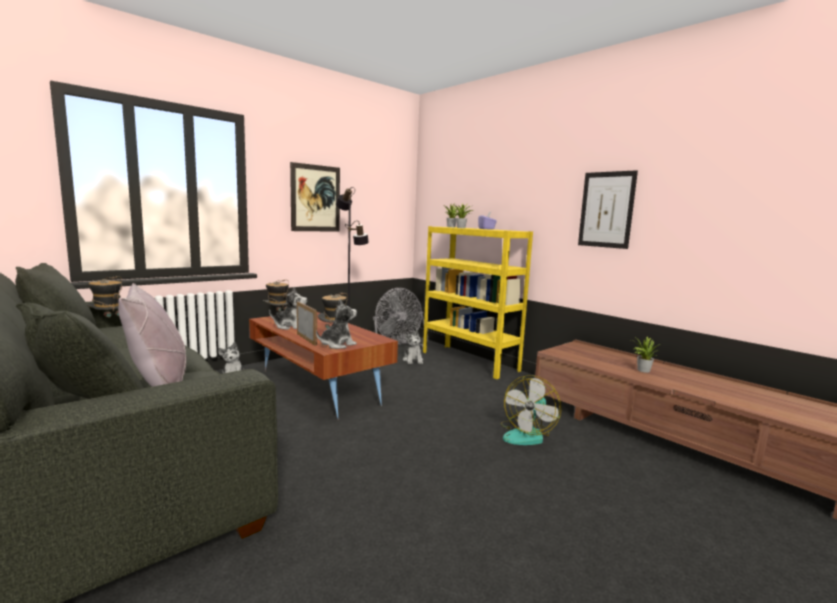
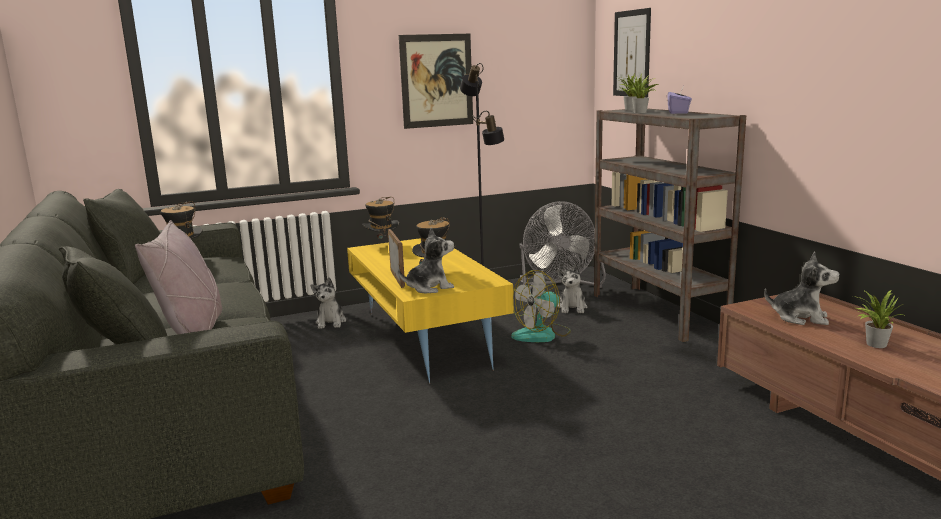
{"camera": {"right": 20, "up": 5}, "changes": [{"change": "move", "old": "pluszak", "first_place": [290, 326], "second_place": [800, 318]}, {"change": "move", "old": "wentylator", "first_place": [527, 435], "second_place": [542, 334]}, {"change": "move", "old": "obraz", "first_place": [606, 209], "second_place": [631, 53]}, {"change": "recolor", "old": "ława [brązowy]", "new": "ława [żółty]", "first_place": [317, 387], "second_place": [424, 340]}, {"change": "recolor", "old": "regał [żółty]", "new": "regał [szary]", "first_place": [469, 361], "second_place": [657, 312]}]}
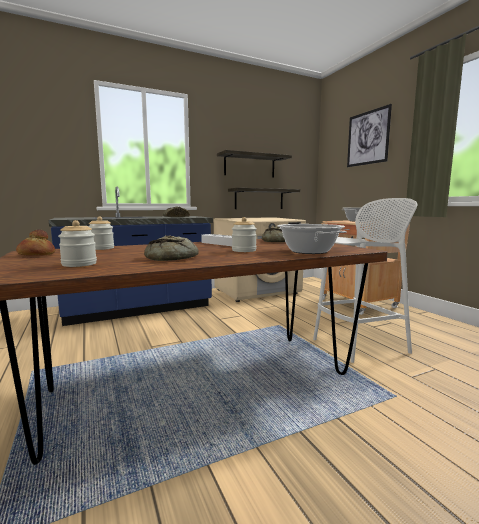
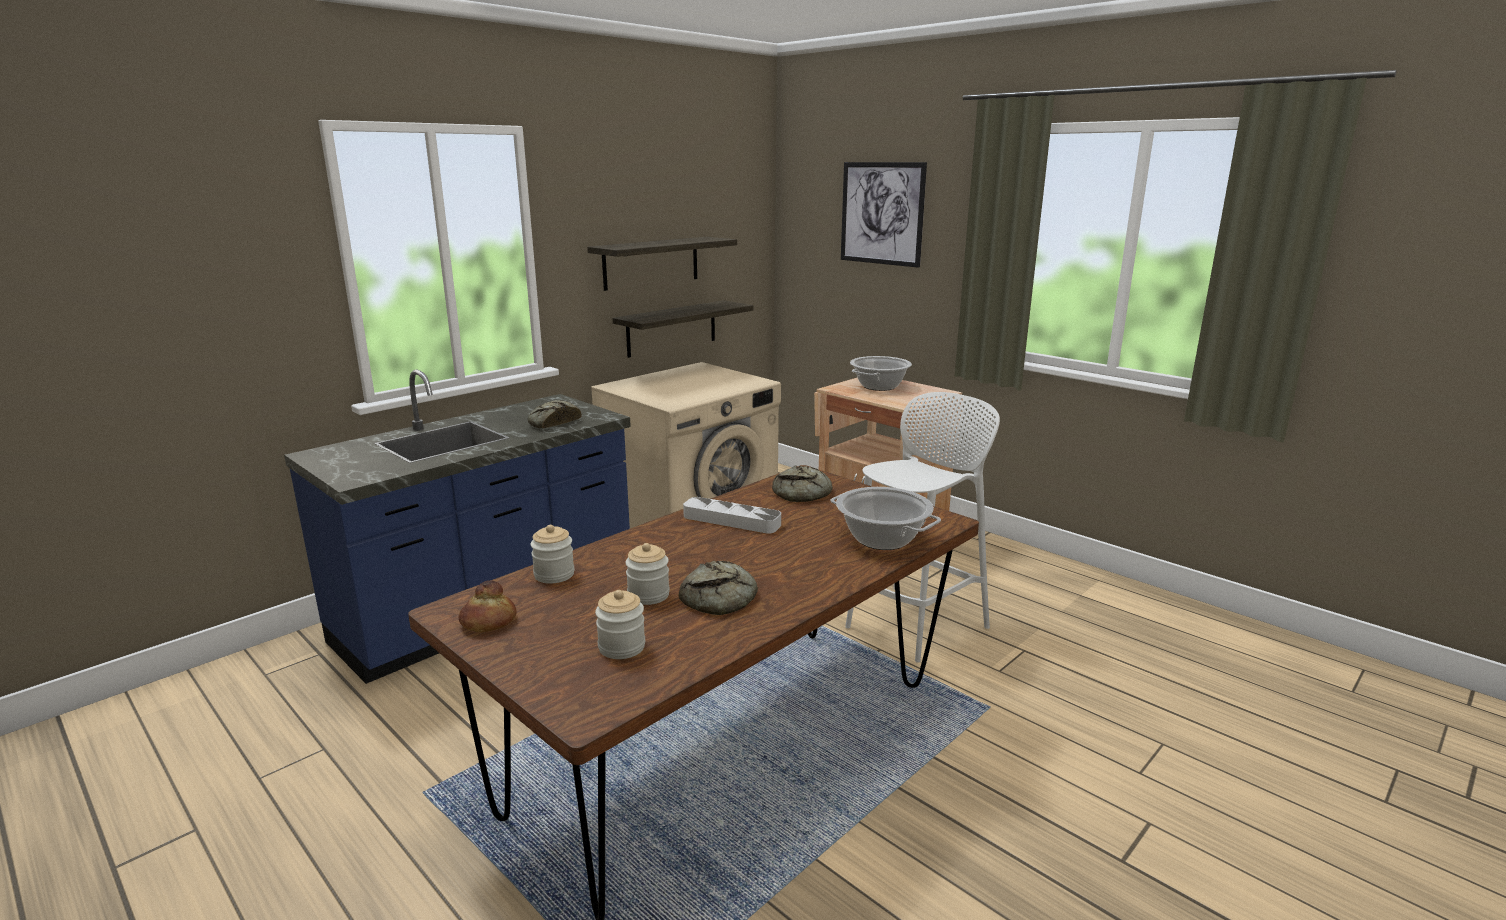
{"camera": {"right": -20, "up": 10}, "changes": [{"change": "move", "old": "słoik", "first_place": [244, 250], "second_place": [648, 595]}]}
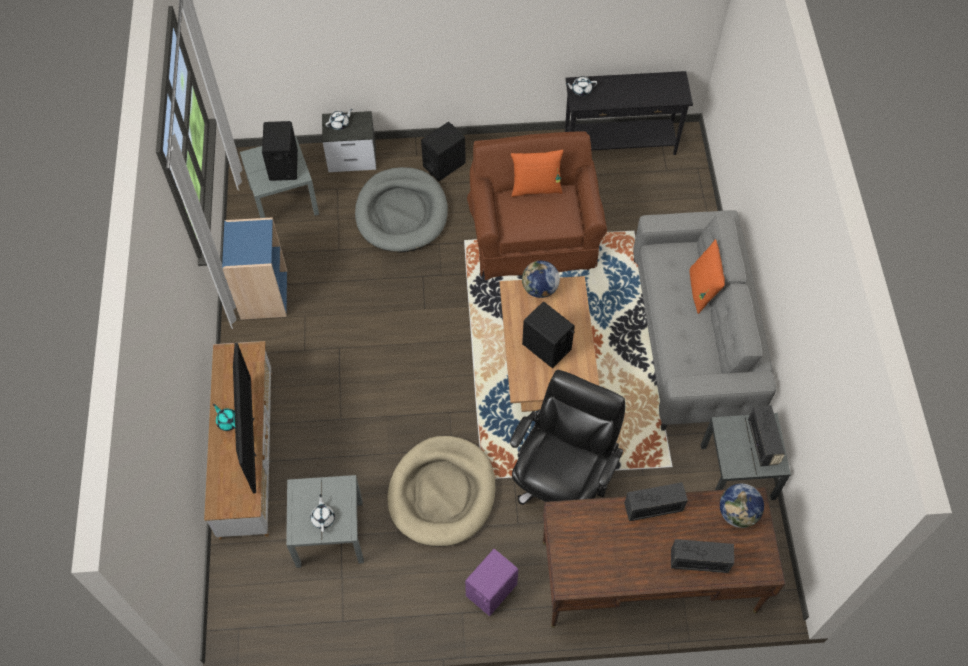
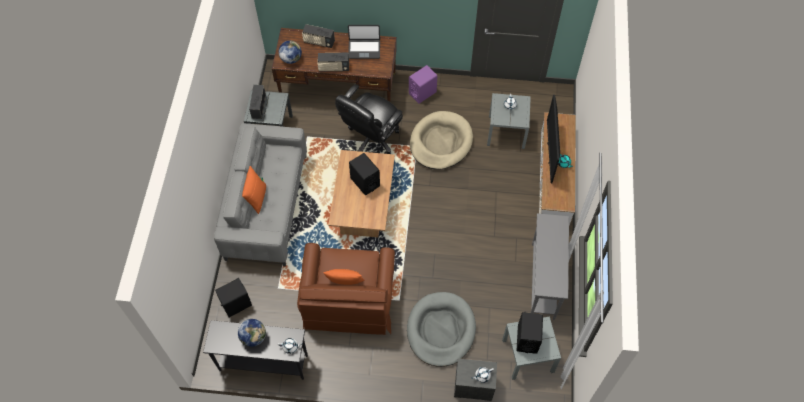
{"camera": {"right": -170, "up": 0}, "changes": [{"change": "insert", "new": "laptop", "second_place": [364, 49]}, {"change": "move", "old": "głośnik [czarny]", "first_place": [444, 165], "second_place": [236, 304]}, {"change": "move", "old": "globus", "first_place": [539, 289], "second_place": [254, 337]}, {"change": "replace", "old": "regał [niebieski]", "new": "stolik konsolowy [szary]", "first_place": [263, 294], "second_place": [543, 281]}]}
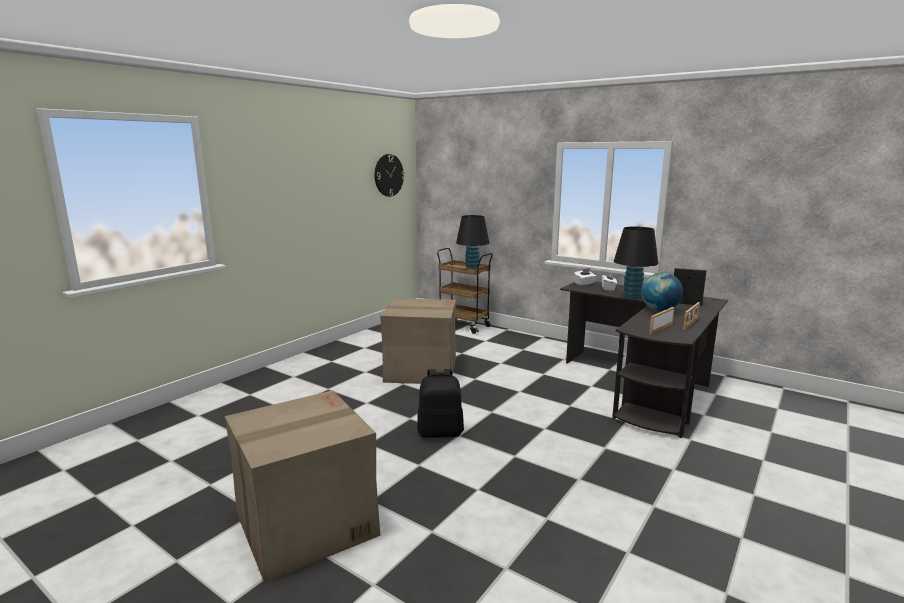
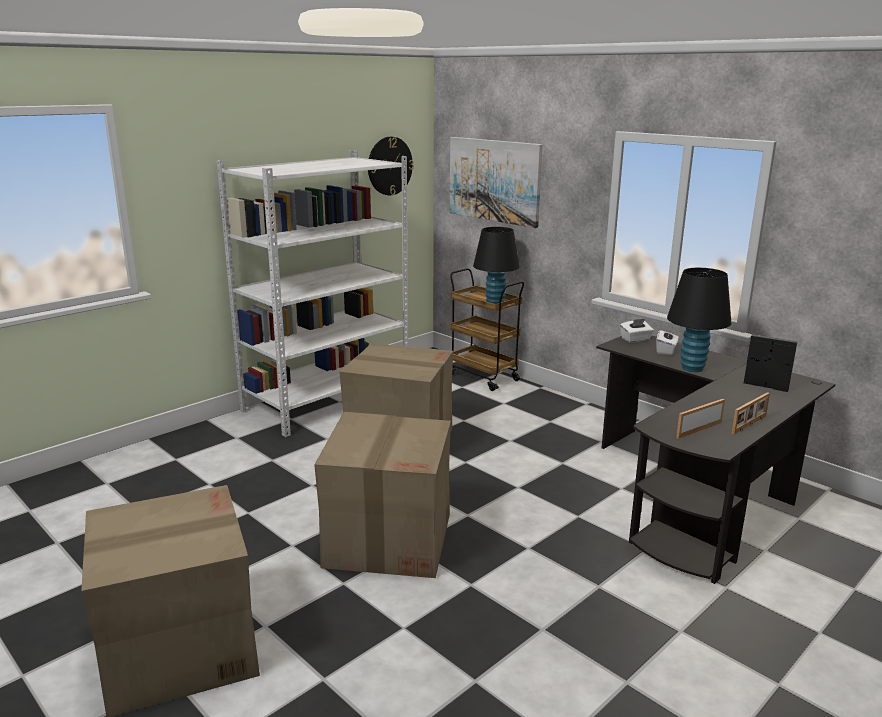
{"camera": {"right": 10, "up": 5}, "changes": [{"change": "delete", "old": "globus", "first_place": [660, 310]}, {"change": "insert", "new": "regał [biały]", "second_place": [327, 401]}, {"change": "insert", "new": "obraz", "second_place": [494, 180]}, {"change": "replace", "old": "plecak [czarny]", "new": "karton", "first_place": [440, 432], "second_place": [389, 538]}]}
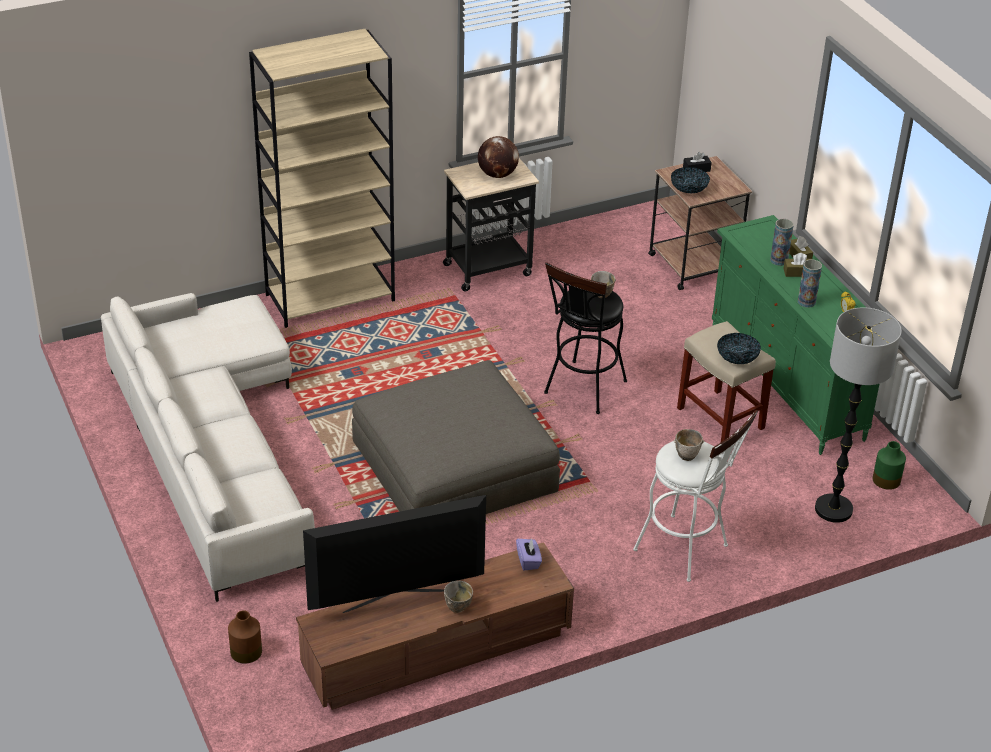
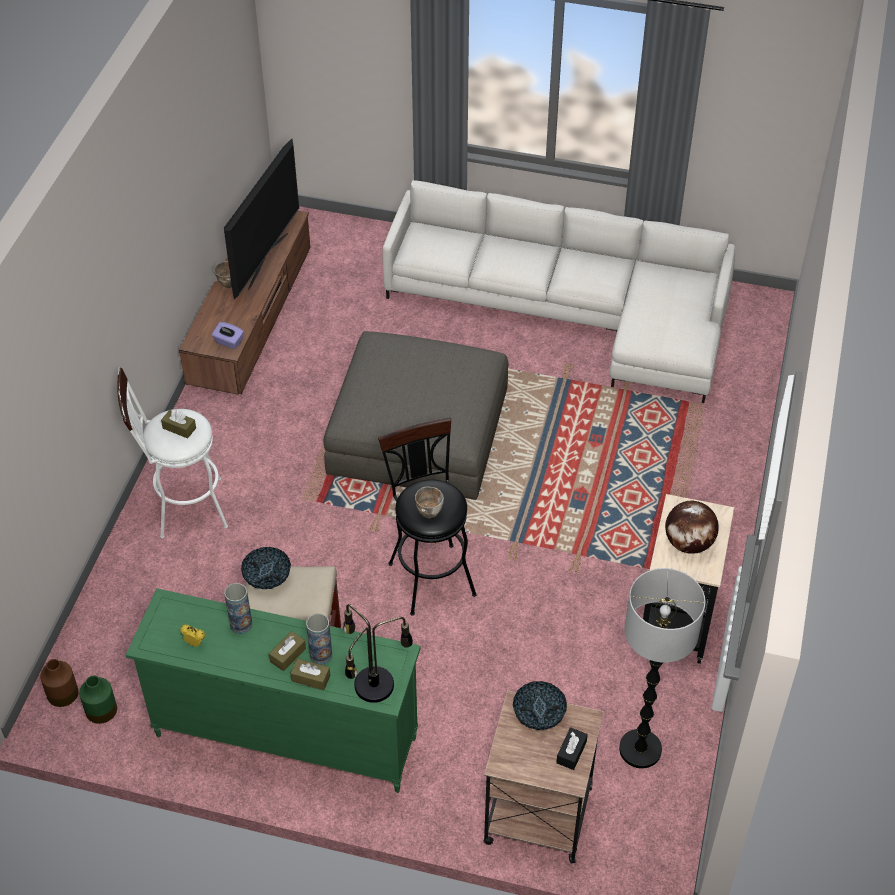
{"camera": {"right": 130, "up": 10}, "changes": [{"change": "delete", "old": "regał [beżowy]", "first_place": [330, 297]}, {"change": "insert", "new": "lampa stołowa", "second_place": [373, 684]}, {"change": "move", "old": "wazon [brązowy]", "first_place": [246, 651], "second_place": [62, 693]}, {"change": "move", "old": "lampa stojąca", "first_place": [833, 509], "second_place": [640, 750]}, {"change": "replace", "old": "miska", "new": "pudełko chusteczek [brązowy]", "first_place": [688, 456], "second_place": [179, 428]}]}
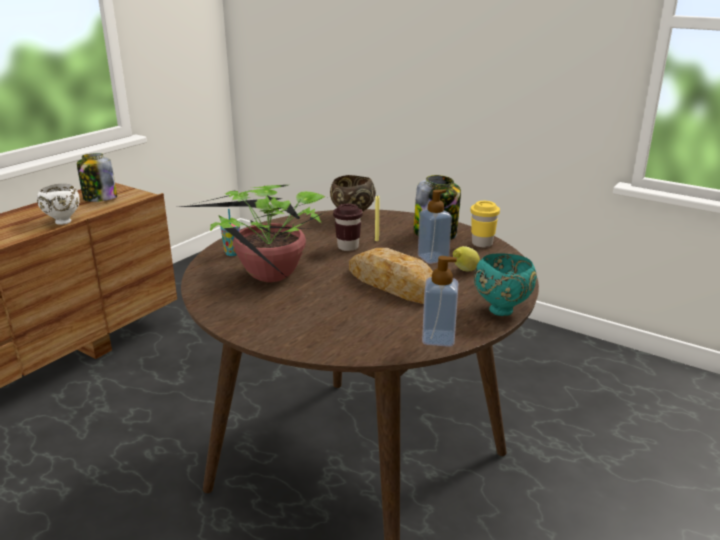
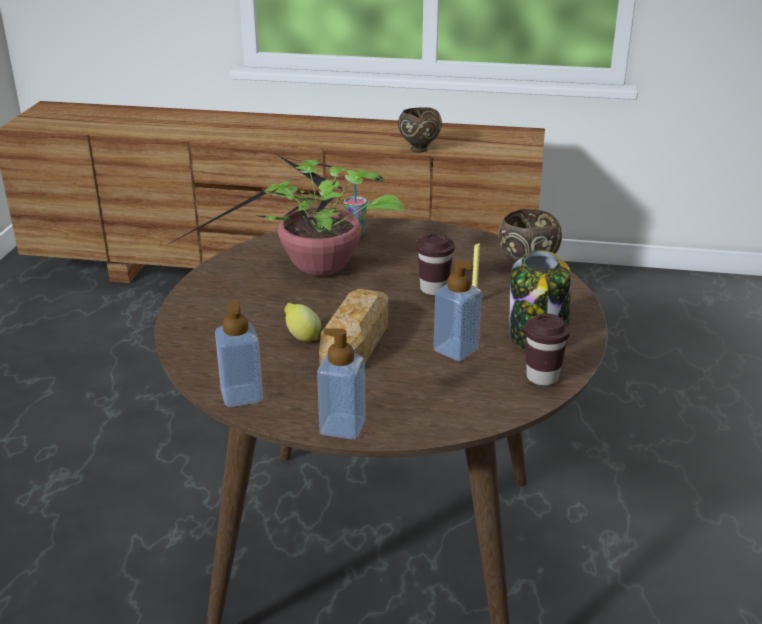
{"camera": {"right": 65, "up": 5}, "changes": [{"change": "delete", "old": "słoik", "first_place": [99, 199]}, {"change": "move", "old": "cytryna", "first_place": [464, 271], "second_place": [302, 337]}, {"change": "replace", "old": "miska [turkusowy]", "new": "dozownik mydła", "first_place": [502, 310], "second_place": [342, 427]}, {"change": "recolor", "old": "miska [biały]", "new": "miska [brązowy]", "first_place": [63, 221], "second_place": [419, 149]}, {"change": "recolor", "old": "filiżanka [żółty]", "new": "filiżanka [brązowy]", "first_place": [482, 244], "second_place": [542, 377]}]}
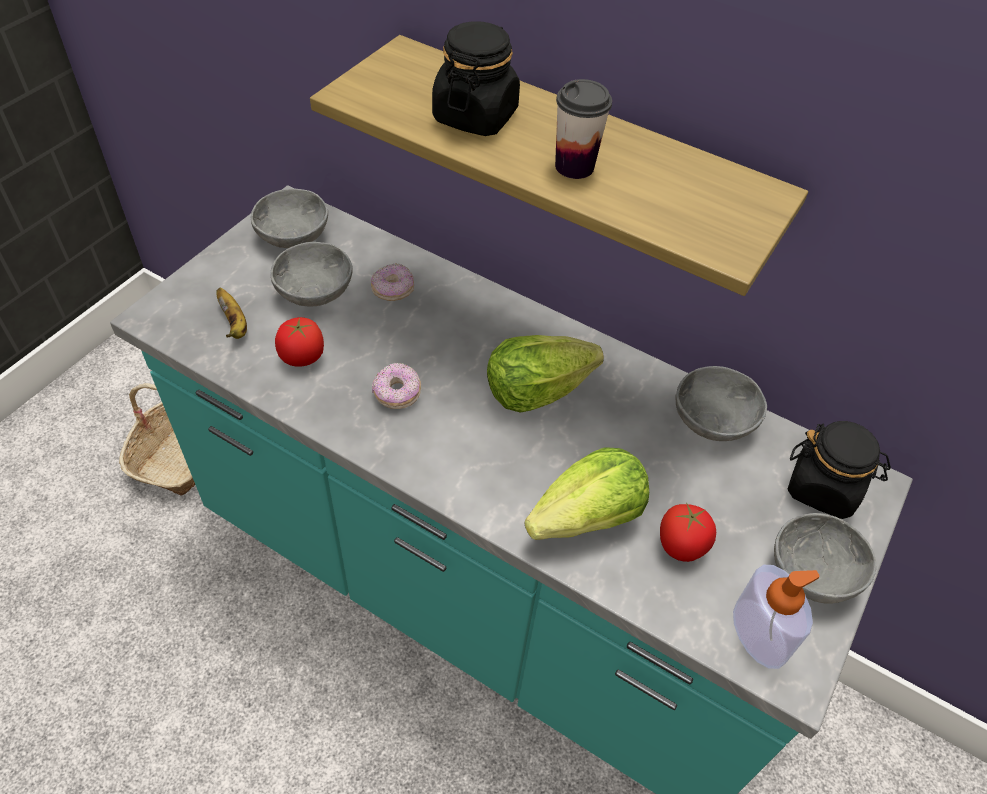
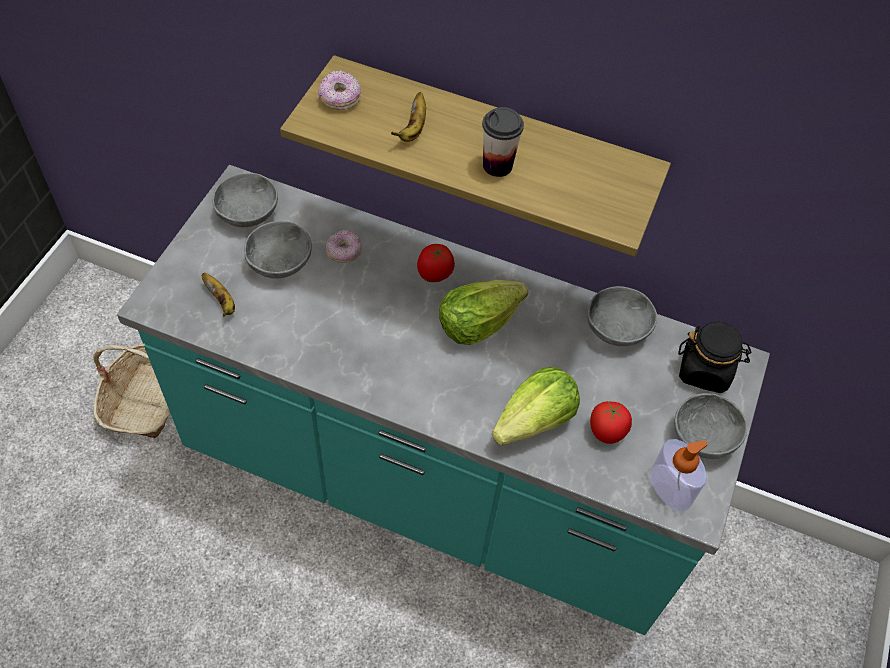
{"camera": {"right": -10, "up": 5}, "changes": [{"change": "move", "old": "pomidor", "first_place": [302, 357], "second_place": [434, 274]}, {"change": "move", "old": "donut", "first_place": [397, 393], "second_place": [340, 98]}, {"change": "replace", "old": "słoik [czarny]", "new": "banan", "first_place": [475, 116], "second_place": [413, 129]}]}
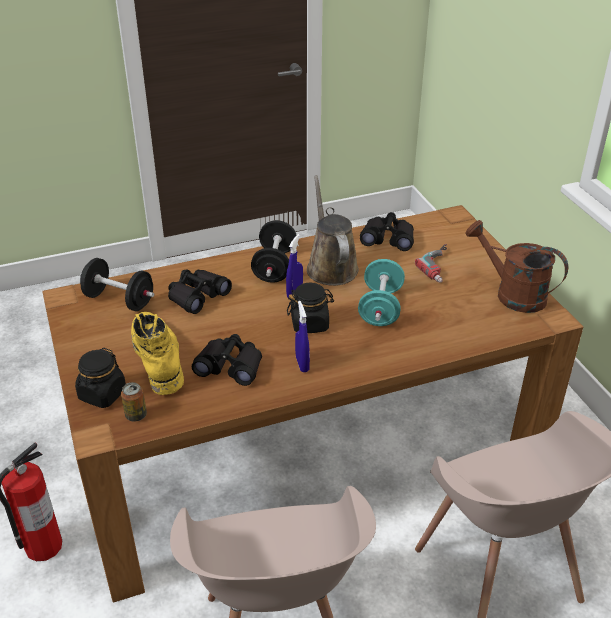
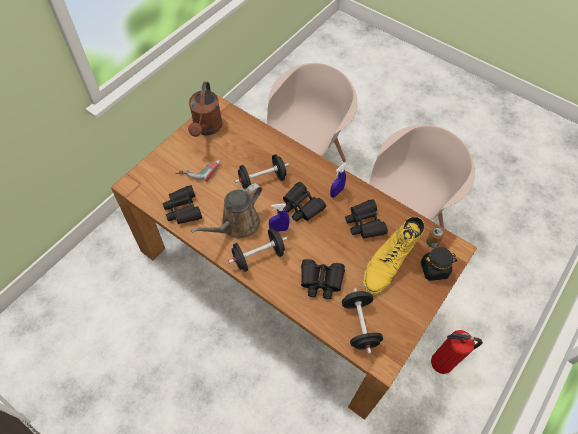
{"camera": {"right": -125, "up": 20}, "changes": [{"change": "replace", "old": "słoik [czarny]", "new": "lornetka [czarny]", "first_place": [310, 324], "second_place": [301, 206]}, {"change": "recolor", "old": "hantel [turkusowy]", "new": "hantel [czarny]", "first_place": [380, 308], "second_place": [262, 180]}]}
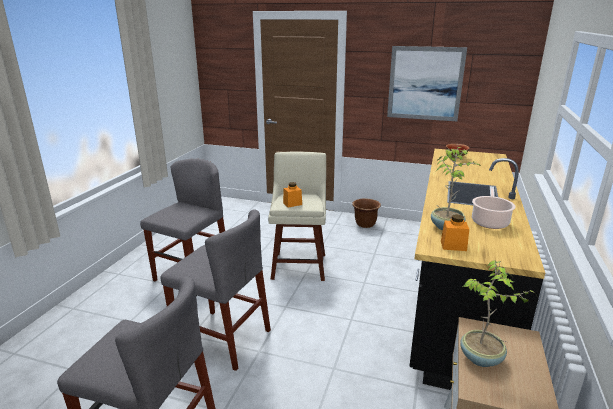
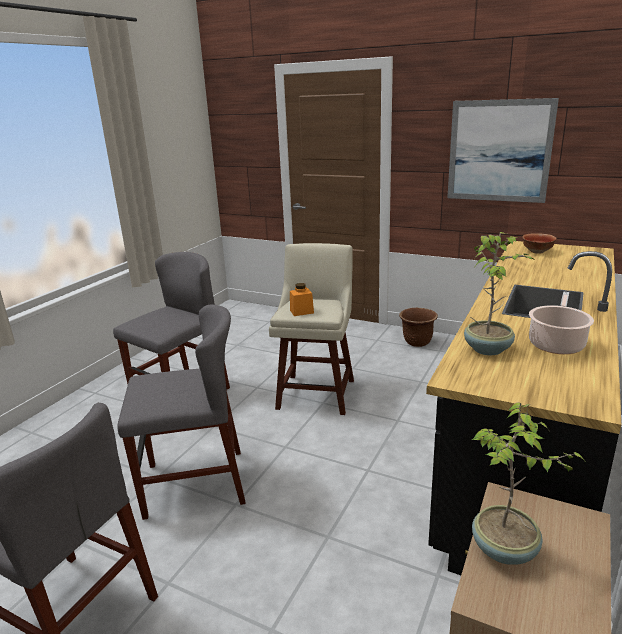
{"camera": {"right": 10, "up": 0}, "changes": [{"change": "delete", "old": "słoik [pomarańczowy]", "first_place": [453, 246]}, {"change": "rotate", "old": "krzesło [szary]", "first_place": [222, 338], "second_place": [194, 483], "degrees": -45}]}
